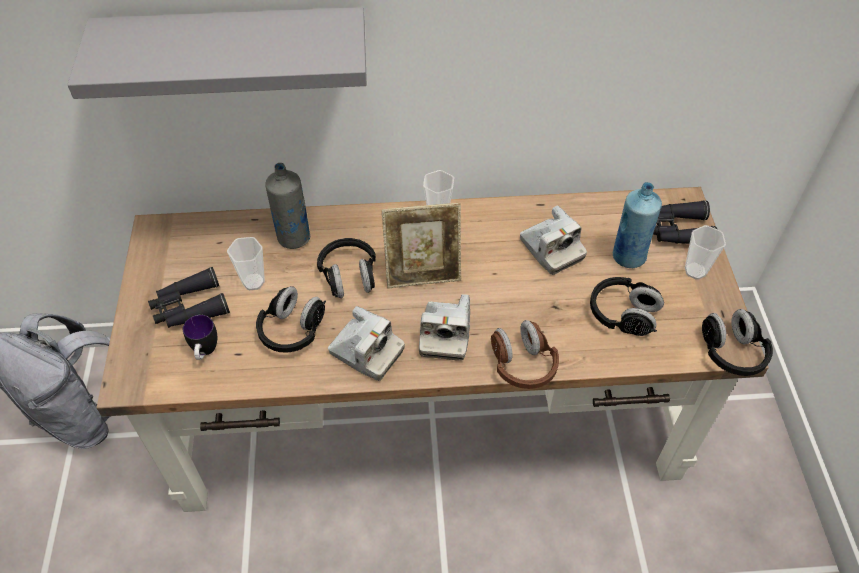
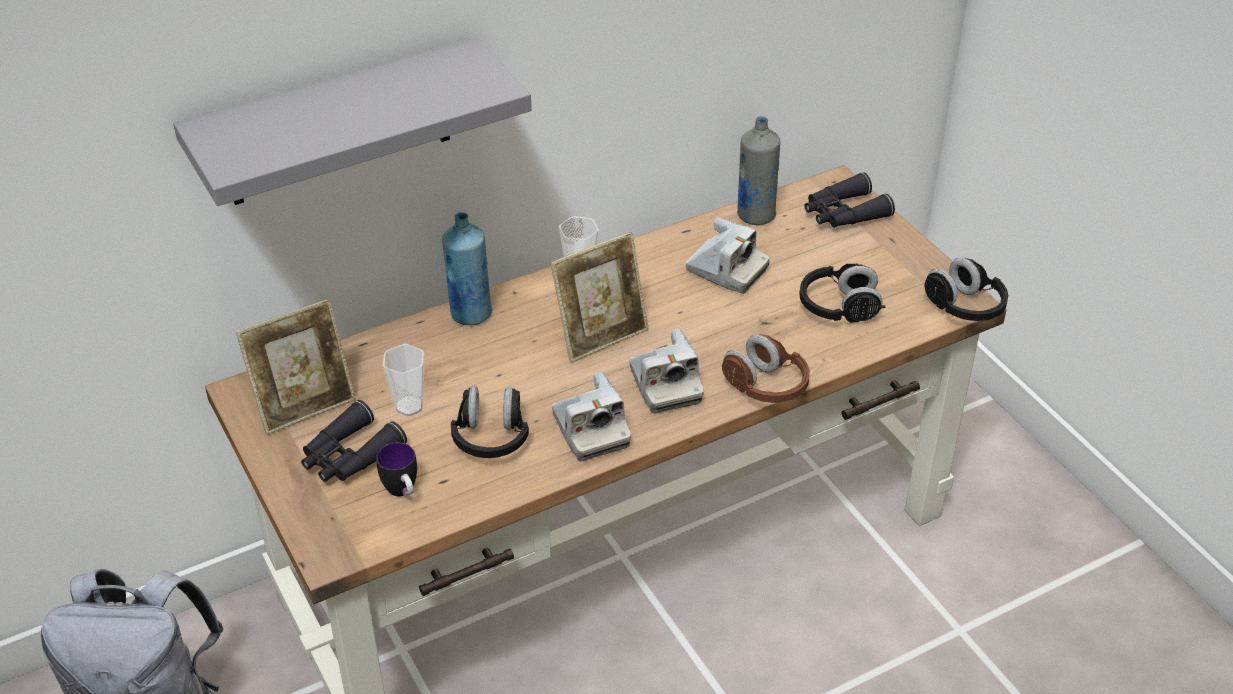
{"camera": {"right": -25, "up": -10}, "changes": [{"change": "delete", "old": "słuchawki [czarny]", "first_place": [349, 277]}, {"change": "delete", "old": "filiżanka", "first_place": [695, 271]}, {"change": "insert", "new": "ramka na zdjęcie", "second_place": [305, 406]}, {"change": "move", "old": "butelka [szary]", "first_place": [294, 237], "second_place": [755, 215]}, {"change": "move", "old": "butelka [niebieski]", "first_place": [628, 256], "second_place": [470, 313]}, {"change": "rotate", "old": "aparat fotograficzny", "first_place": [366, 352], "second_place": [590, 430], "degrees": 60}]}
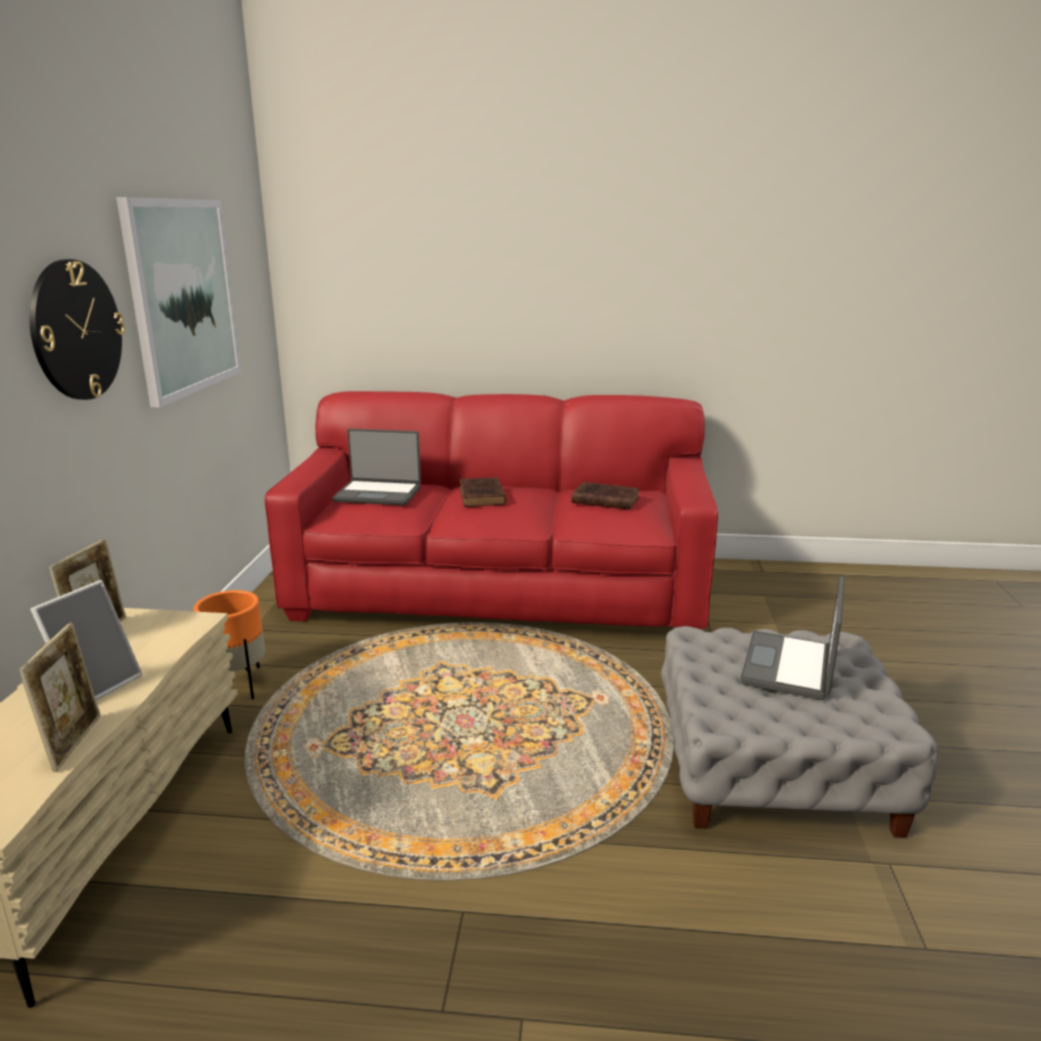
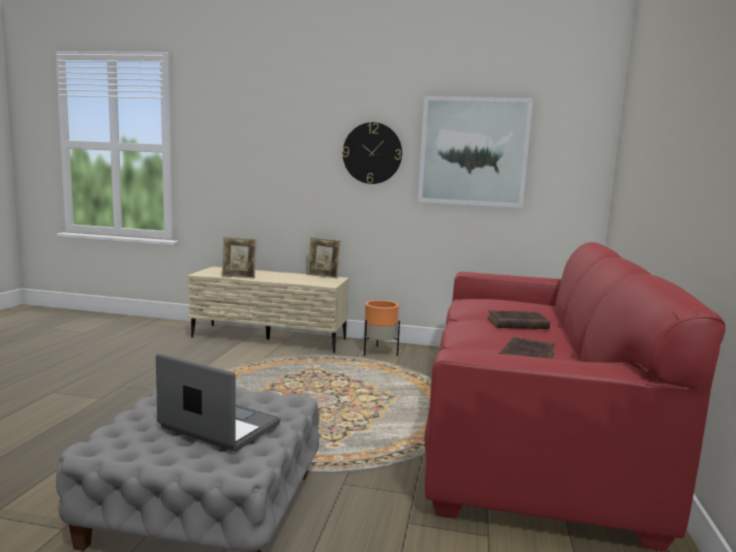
{"camera": {"right": 95, "up": -10}, "changes": [{"change": "delete", "old": "ramka na zdjęcie", "first_place": [95, 686]}, {"change": "delete", "old": "laptop", "first_place": [378, 494]}]}
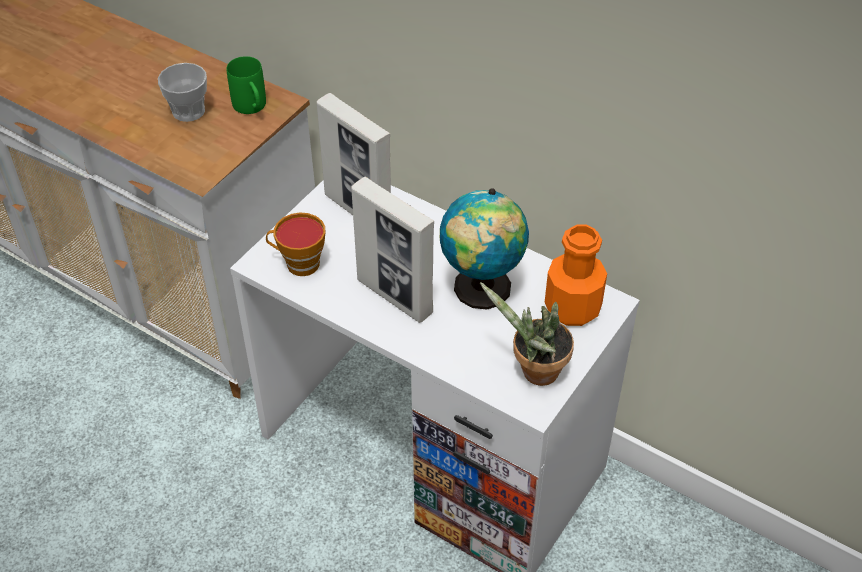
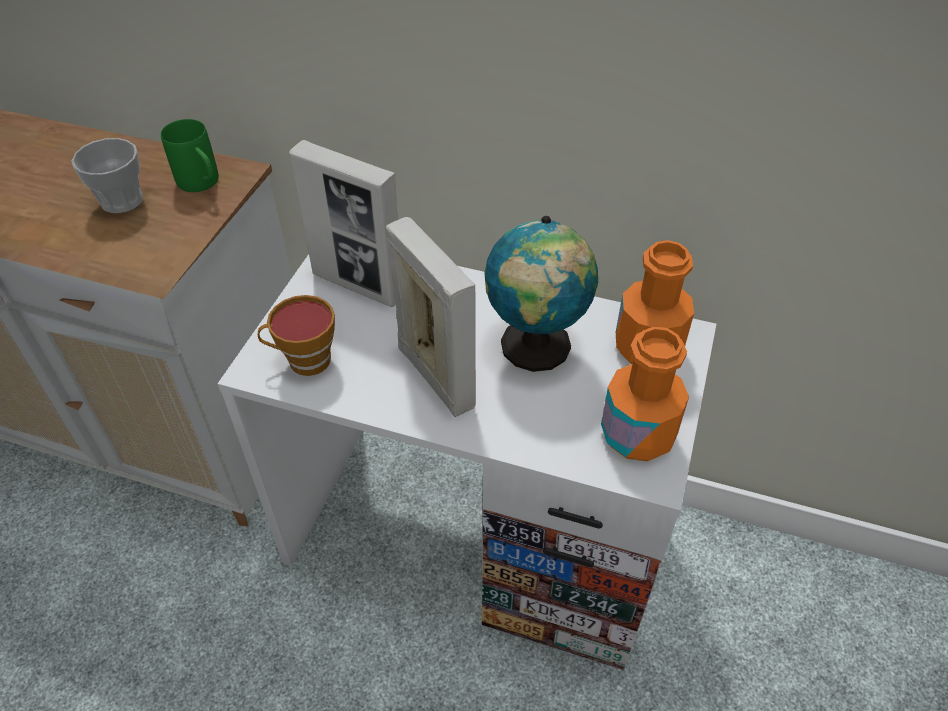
{"camera": {"right": -15, "up": 0}, "changes": [{"change": "replace", "old": "roślina doniczkowa", "new": "butelka [pomarańczowy]", "first_place": [534, 372], "second_place": [637, 434]}, {"change": "rotate", "old": "ramka na zdjęcie", "first_place": [395, 296], "second_place": [436, 377], "degrees": -150}]}
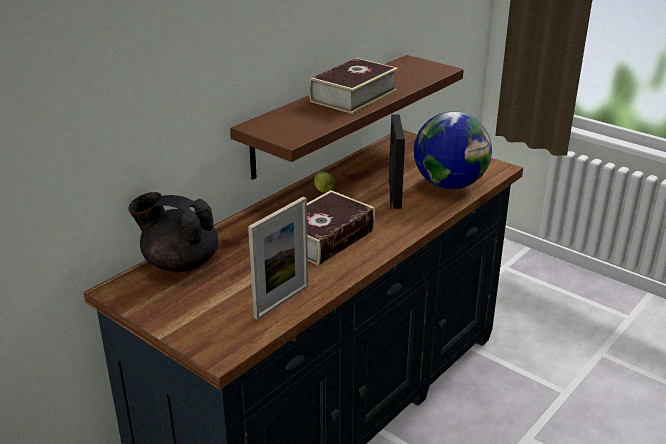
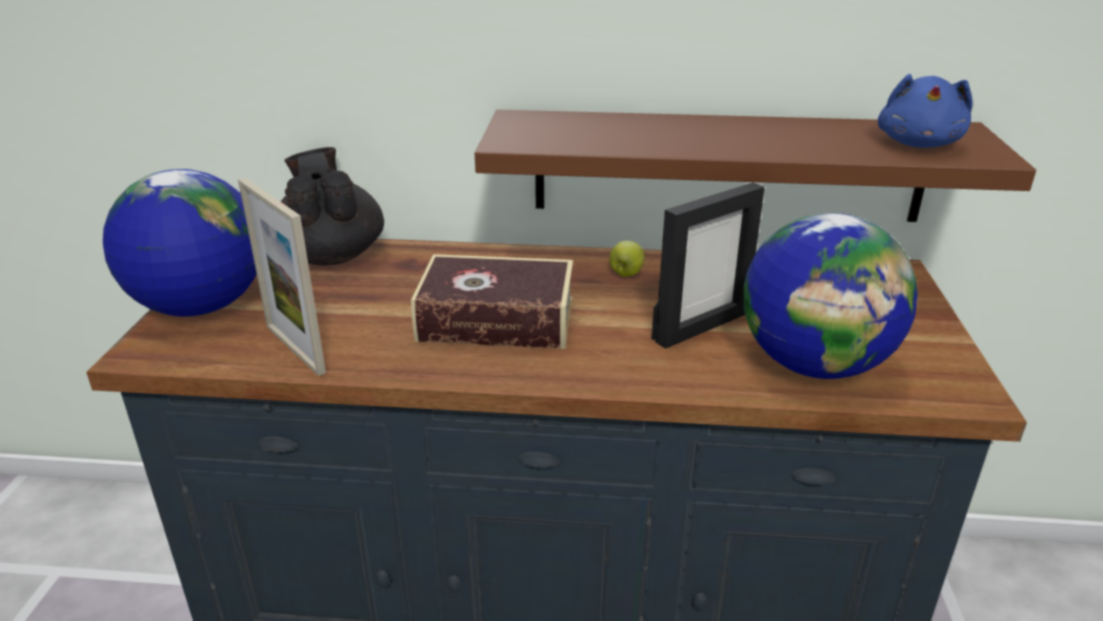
{"camera": {"right": 55, "up": 0}, "changes": [{"change": "delete", "old": "książka", "first_place": [353, 96]}, {"change": "insert", "new": "globus", "second_place": [200, 307]}, {"change": "insert", "new": "pluszak [niebieski]", "second_place": [918, 143]}, {"change": "rotate", "old": "ramka na zdjęcie", "first_place": [281, 301], "second_place": [295, 349], "degrees": 45}]}
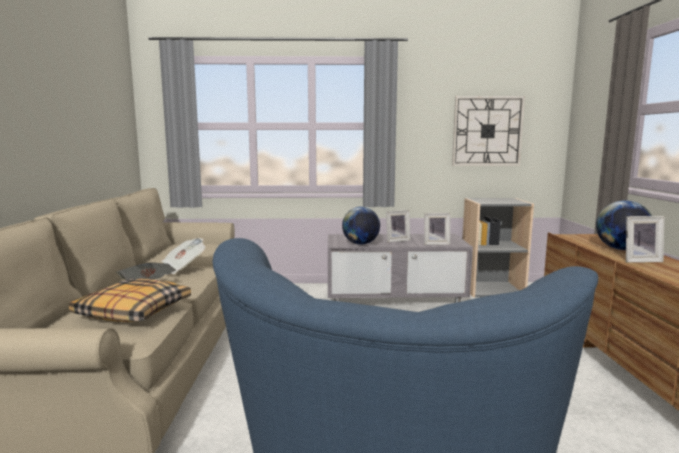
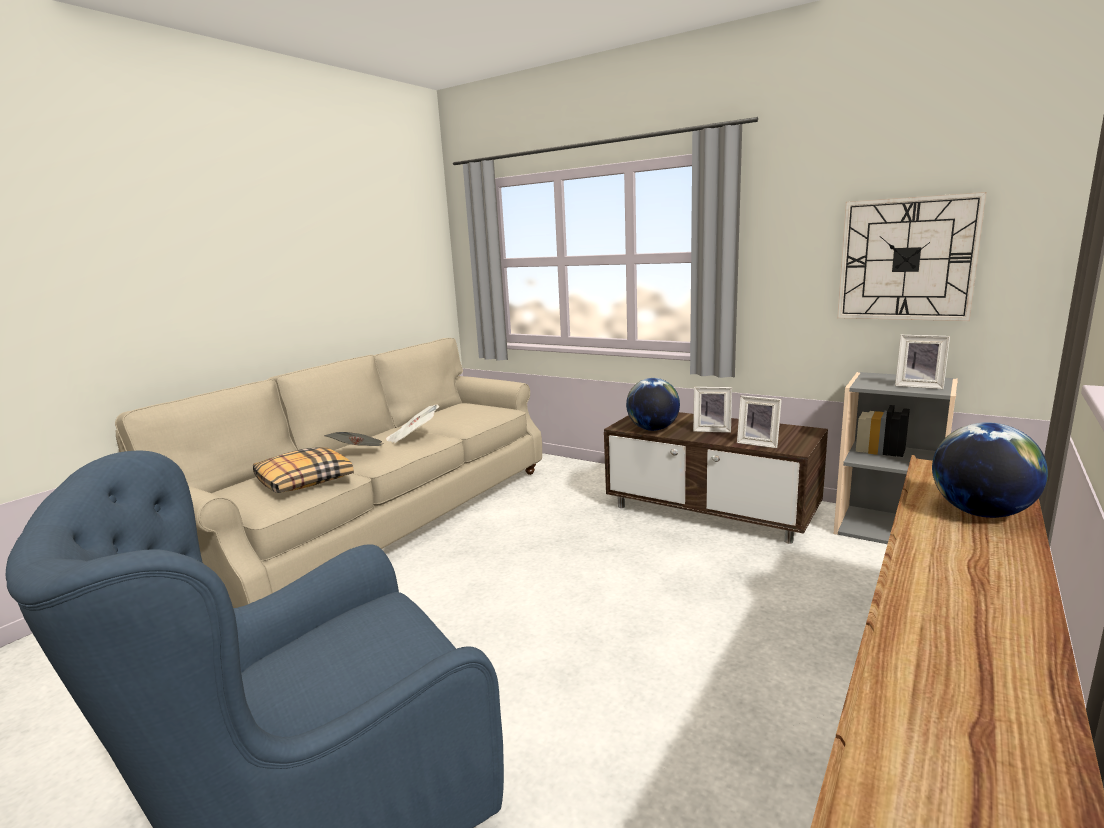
{"camera": {"right": 35, "up": 5}, "changes": [{"change": "move", "old": "ramka na zdjęcie", "first_place": [639, 260], "second_place": [919, 386]}, {"change": "recolor", "old": "szafka pod telewizor [szary]", "new": "szafka pod telewizor [brązowy]", "first_place": [395, 297], "second_place": [711, 510]}]}
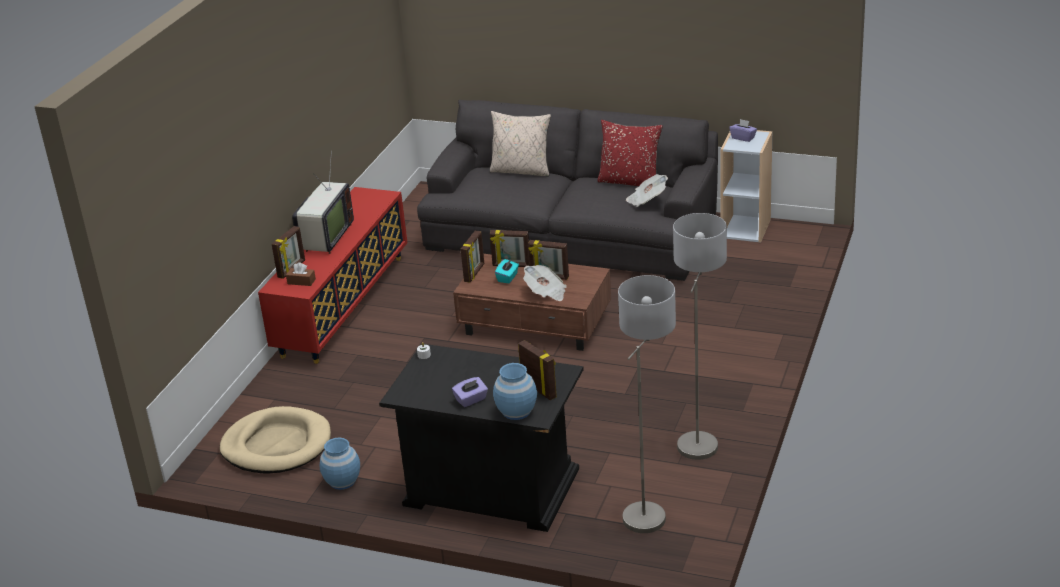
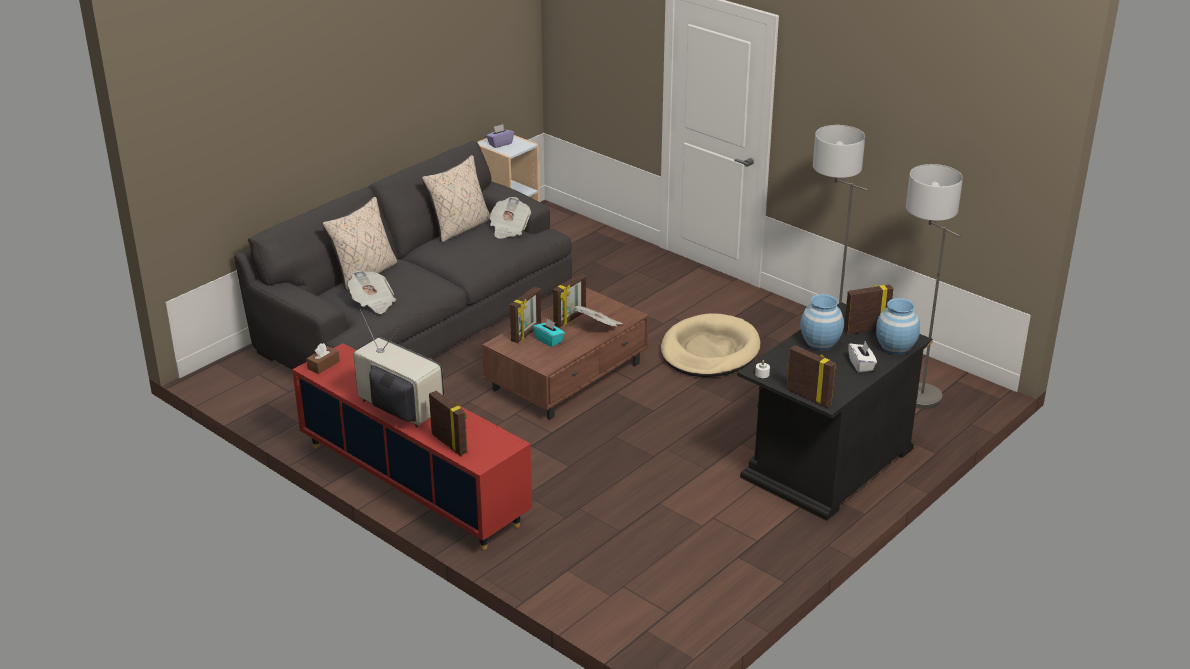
{"camera": {"right": -70, "up": 0}, "changes": [{"change": "insert", "new": "gazeta", "second_place": [372, 303]}, {"change": "move", "old": "legowisko [beżowy]", "first_place": [277, 445], "second_place": [709, 351]}, {"change": "move", "old": "pudełko chusteczek [brązowy]", "first_place": [301, 281], "second_place": [323, 365]}, {"change": "move", "old": "wazon [niebieski]", "first_place": [342, 481], "second_place": [820, 343]}, {"change": "move", "old": "ramka na zdjęcie", "first_place": [475, 273], "second_place": [809, 397]}, {"change": "recolor", "old": "pudełko chusteczek [fioletowy]", "new": "pudełko chusteczek [biały]", "first_place": [471, 400], "second_place": [861, 365]}, {"change": "recolor", "old": "poduszka [czerwony]", "new": "poduszka [beżowy]", "first_place": [630, 181], "second_place": [460, 228]}]}
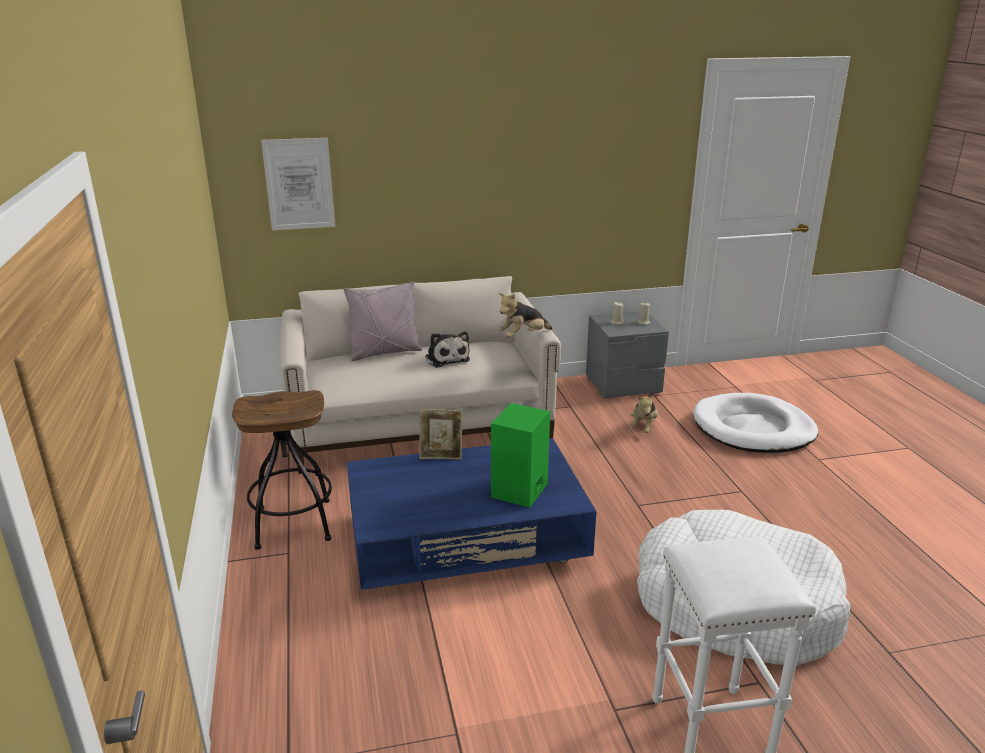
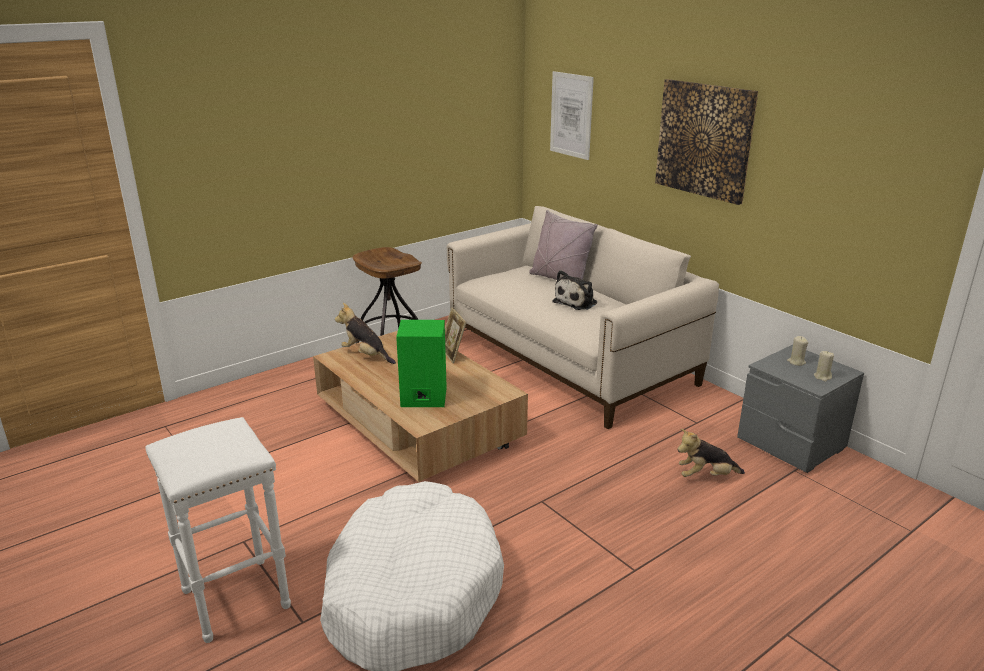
{"camera": {"right": 65, "up": 0}, "changes": [{"change": "delete", "old": "legowisko [biały]", "first_place": [753, 428]}, {"change": "insert", "new": "obraz", "second_place": [704, 140]}, {"change": "move", "old": "pluszak", "first_place": [523, 336], "second_place": [366, 355]}, {"change": "recolor", "old": "ława [niebieski]", "new": "ława [brązowy]", "first_place": [466, 540], "second_place": [417, 425]}]}
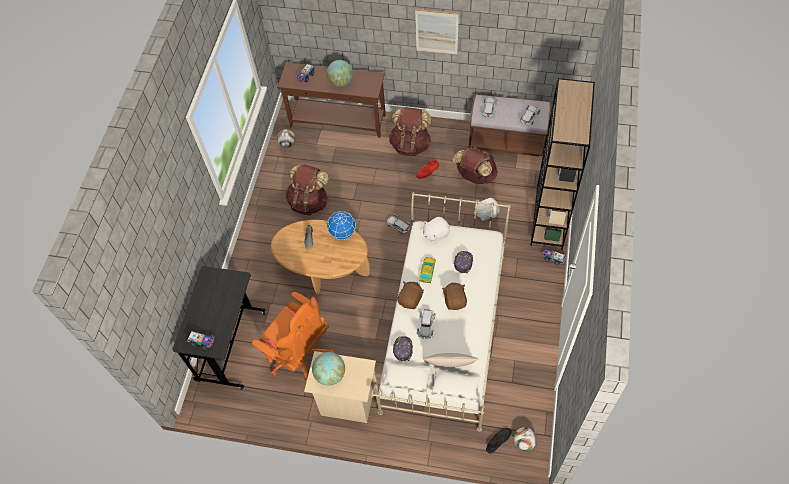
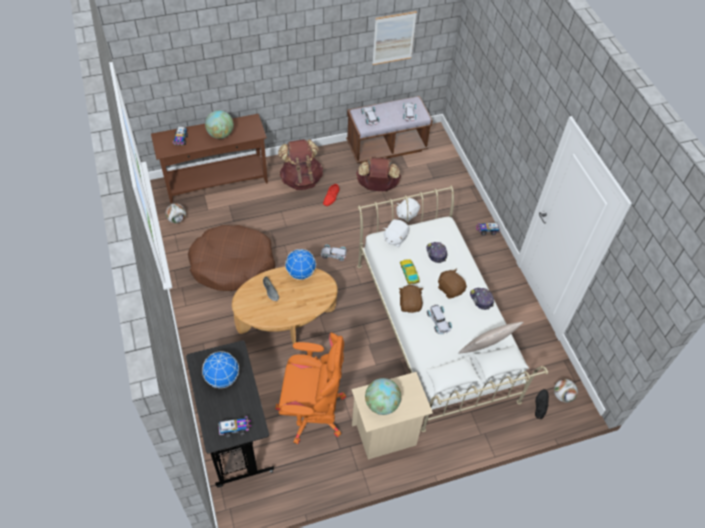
{"camera": {"right": -35, "up": -5}, "changes": [{"change": "delete", "old": "regał [beżowy]", "first_place": [549, 219]}, {"change": "insert", "new": "globus", "second_place": [222, 377]}, {"change": "move", "old": "czapka z daszkiem", "first_place": [403, 349], "second_place": [481, 299]}, {"change": "move", "old": "obraz", "first_place": [436, 32], "second_place": [393, 38]}, {"change": "replace", "old": "plecak [brązowy]", "new": "legowisko [brązowy]", "first_place": [309, 202], "second_place": [233, 265]}]}
